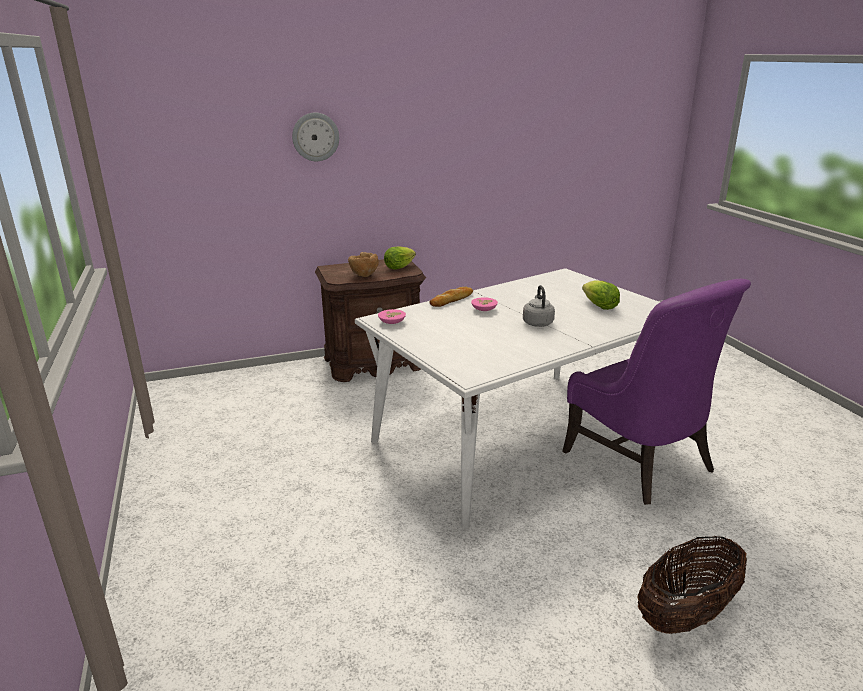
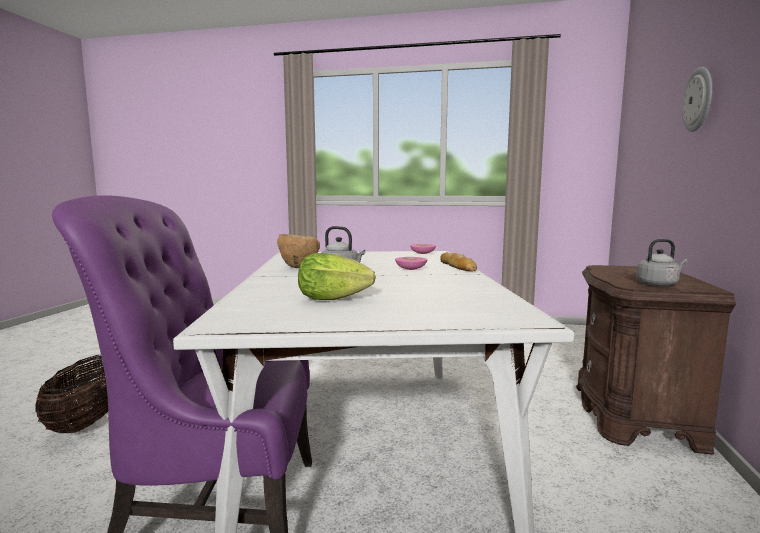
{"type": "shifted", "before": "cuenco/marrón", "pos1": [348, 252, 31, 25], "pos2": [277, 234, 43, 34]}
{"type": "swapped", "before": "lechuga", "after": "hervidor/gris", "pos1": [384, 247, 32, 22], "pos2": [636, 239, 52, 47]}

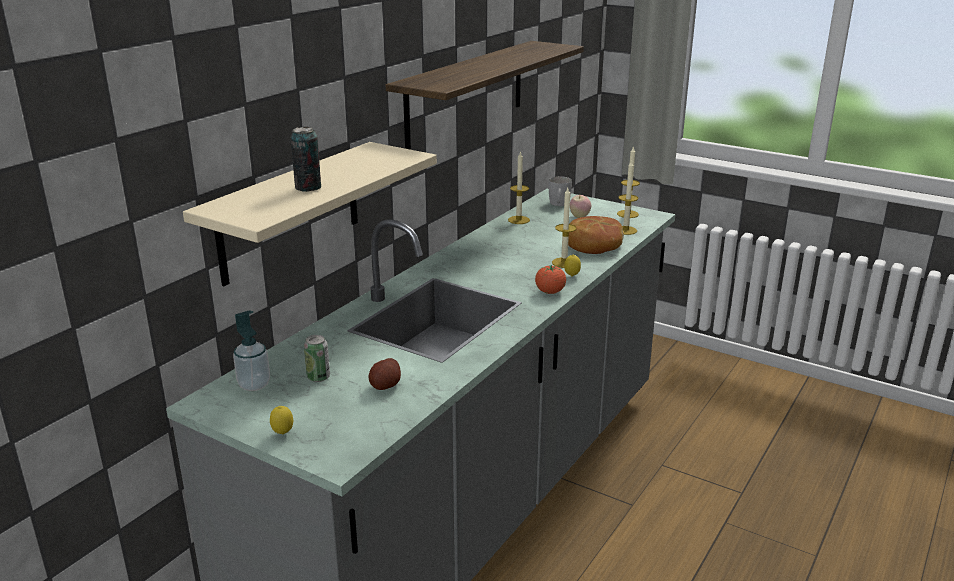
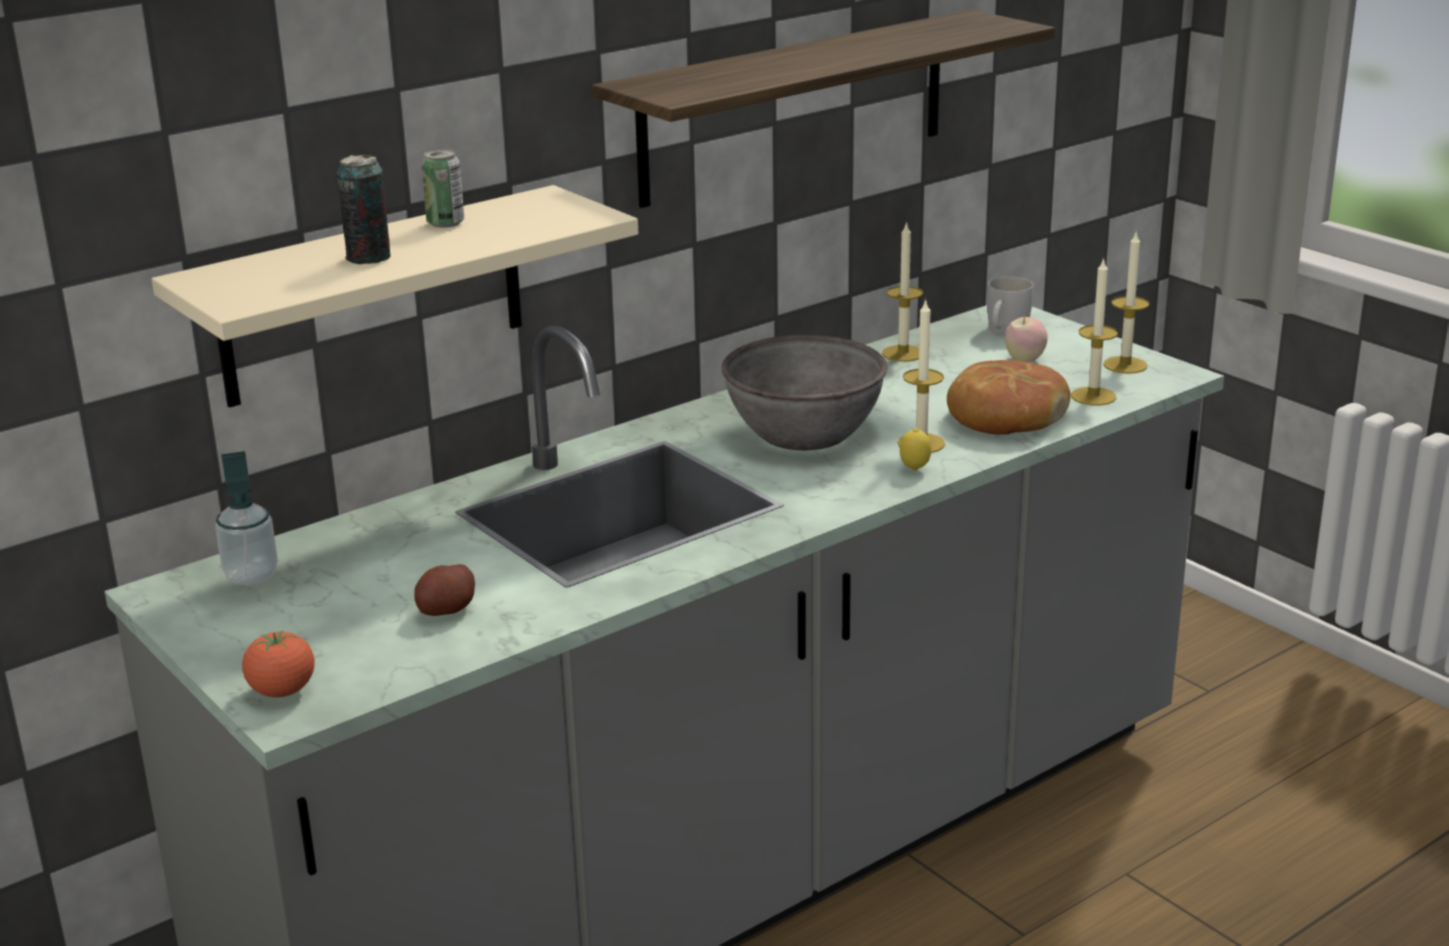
{"type": "gone", "before": "limón", "pos1": [270, 406, 23, 28]}
{"type": "shifted", "before": "lata", "pos1": [304, 335, 26, 47], "pos2": [421, 149, 43, 79]}
{"type": "shifted", "before": "tomate", "pos1": [535, 265, 31, 29], "pos2": [242, 631, 72, 66]}
{"type": "new", "after": "cuenco/gris", "pos2": [722, 335, 165, 115]}

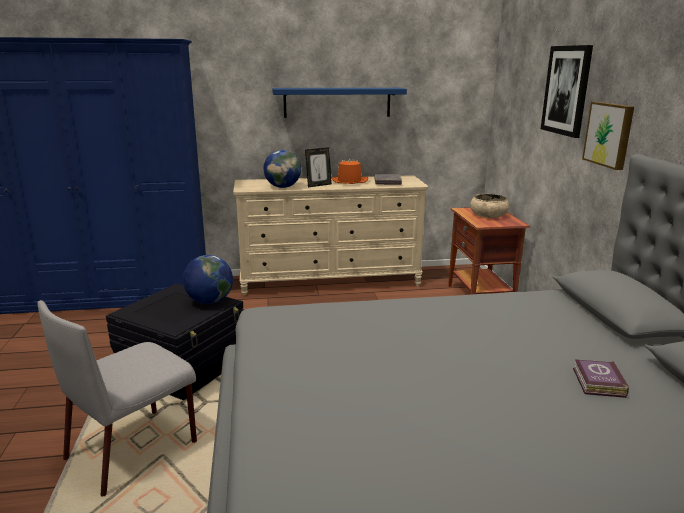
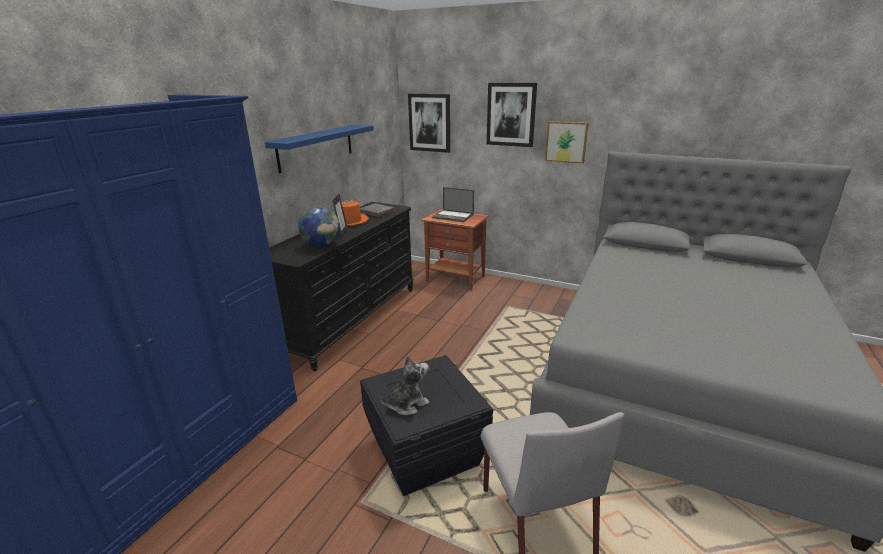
{"type": "gone", "before": "globo terráqueo", "pos1": [183, 255, 50, 49]}
{"type": "repainted", "before": "cómoda/beis", "after": "cómoda/negro", "pos1": [233, 175, 195, 121], "pos2": [269, 202, 145, 169]}
{"type": "swapped", "before": "cuenco/beis", "after": "portátil", "pos1": [470, 194, 39, 24], "pos2": [432, 187, 42, 35]}
{"type": "gone", "before": "libro", "pos1": [573, 359, 56, 39]}
{"type": "new", "after": "peluche", "pos2": [381, 355, 49, 60]}
{"type": "new", "after": "cuadro", "pos2": [408, 94, 42, 59]}

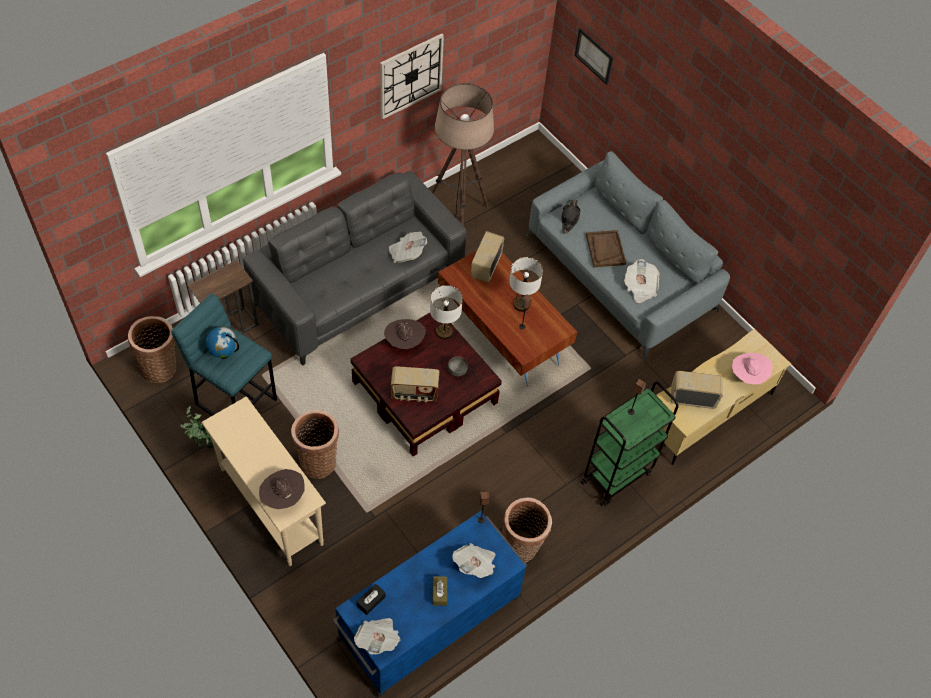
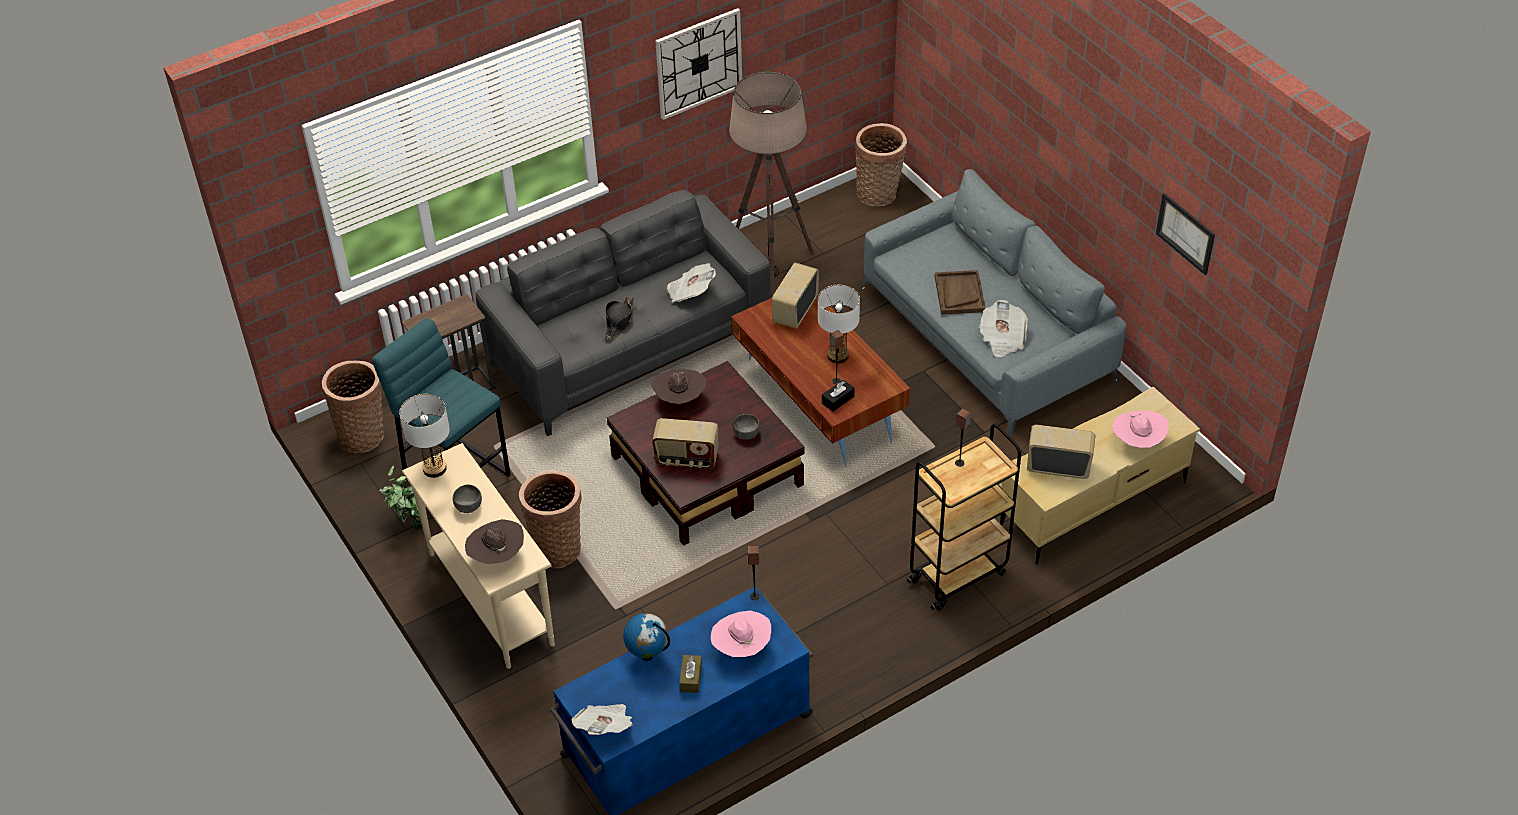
{"type": "shifted", "before": "globo terráqueo", "pos1": [206, 327, 33, 32], "pos2": [623, 613, 47, 48]}
{"type": "shifted", "before": "caja de pañuelos/negro", "pos1": [357, 584, 29, 31], "pos2": [822, 380, 33, 32]}
{"type": "shifted", "before": "lámpara de mesa", "pos1": [430, 285, 33, 54], "pos2": [399, 394, 51, 84]}
{"type": "swapped", "before": "periódico", "after": "sombrero/rosa", "pos1": [452, 543, 44, 35], "pos2": [711, 610, 60, 47]}
{"type": "shifted", "before": "cesta", "pos1": [502, 497, 50, 65], "pos2": [855, 123, 52, 84]}
{"type": "shifted", "before": "sombrero/negro", "pos1": [561, 200, 19, 34], "pos2": [604, 297, 30, 43]}
{"type": "shifted", "before": "cuadro", "pos1": [574, 28, 40, 57], "pos2": [1156, 193, 59, 82]}
{"type": "repainted", "before": "carrito/verde", "after": "carrito/marrón", "pos1": [580, 381, 99, 126], "pos2": [906, 424, 115, 187]}
{"type": "new", "after": "cuenco/gris", "pos2": [453, 485, 29, 28]}

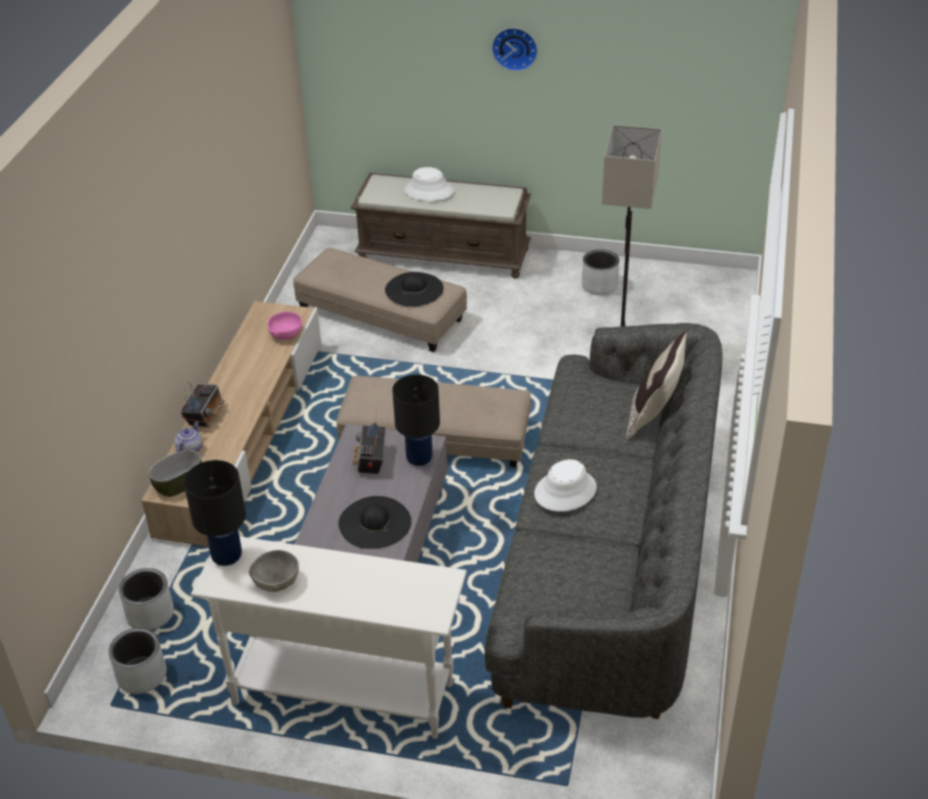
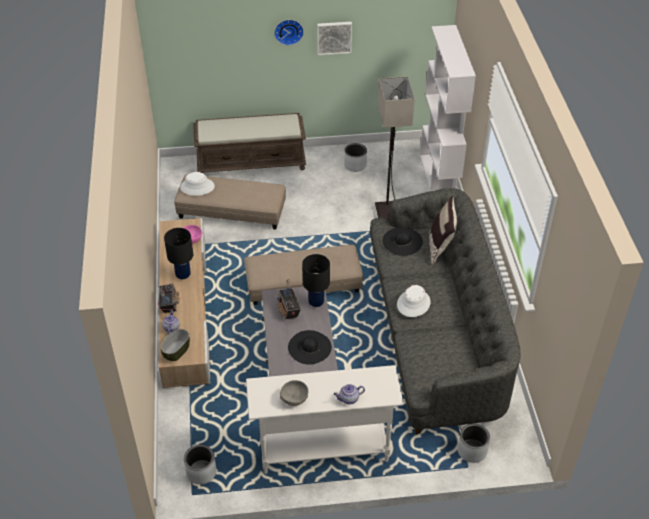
{"type": "shifted", "before": "maceta/gris", "pos1": [119, 568, 55, 62], "pos2": [457, 424, 33, 39]}
{"type": "shifted", "before": "lámpara de mesa/negro", "pos1": [184, 460, 62, 106], "pos2": [164, 228, 29, 51]}
{"type": "shifted", "before": "sombrero/negro", "pos1": [385, 272, 59, 35], "pos2": [382, 227, 41, 29]}
{"type": "shifted", "before": "sombrero/blanco", "pos1": [404, 167, 50, 34], "pos2": [180, 172, 35, 24]}
{"type": "new", "after": "cuadro", "pos2": [317, 22, 35, 33]}
{"type": "new", "after": "tetera", "pos2": [334, 384, 31, 20]}
{"type": "new", "after": "estantería/blanco", "pos2": [420, 25, 56, 166]}

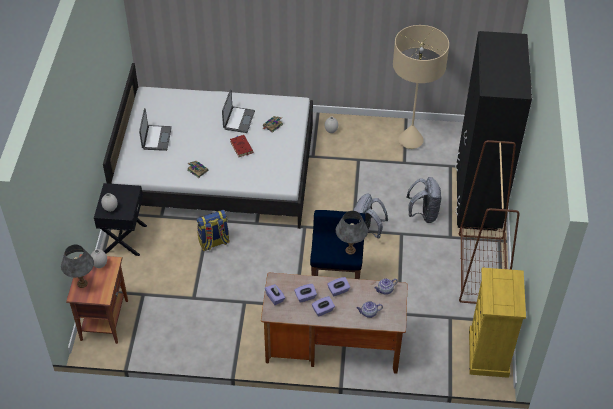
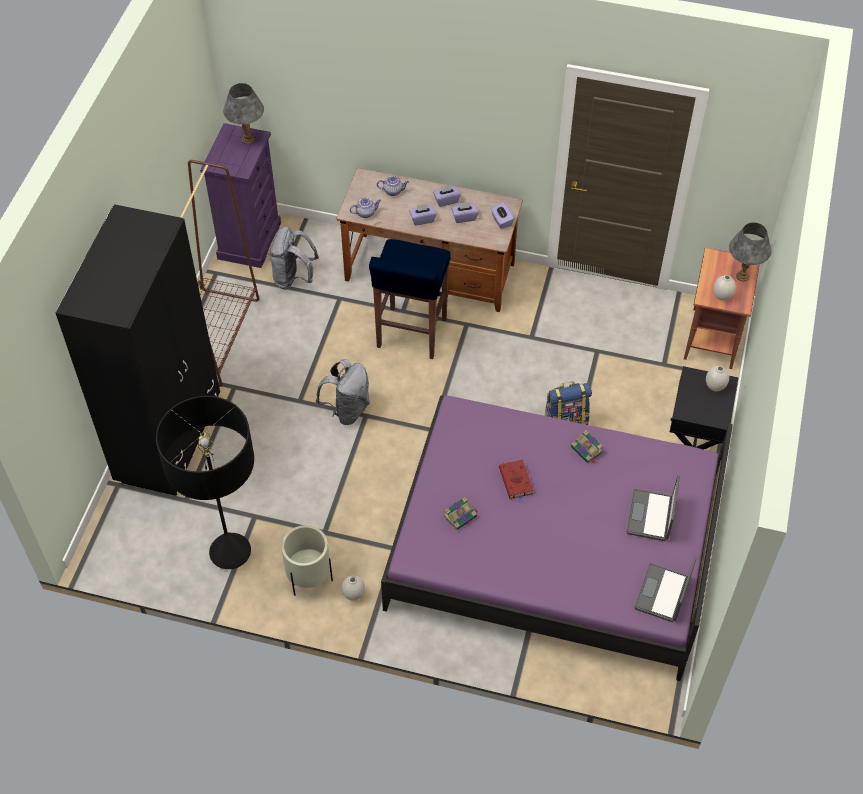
{"type": "repainted", "before": "cama/blanco", "after": "cama/morado", "pos1": [103, 63, 210, 166], "pos2": [381, 395, 352, 286]}
{"type": "shifted", "before": "portátil", "pos1": [222, 89, 33, 44], "pos2": [634, 556, 63, 66]}
{"type": "shifted", "before": "lámpara de mesa/gris", "pos1": [336, 211, 32, 44], "pos2": [223, 83, 41, 61]}
{"type": "repainted", "before": "lámpara de pie/beis", "after": "lámpara de pie/negro", "pos1": [393, 25, 56, 124], "pos2": [156, 396, 98, 173]}
{"type": "shifted", "before": "mochila/gris", "pos1": [407, 177, 35, 46], "pos2": [269, 226, 50, 63]}
{"type": "repainted", "before": "cómoda/amarillo", "after": "cómoda/morado", "pos1": [469, 268, 57, 110], "pos2": [200, 123, 81, 145]}
{"type": "new", "after": "maceta/beis", "pos2": [281, 525, 52, 71]}

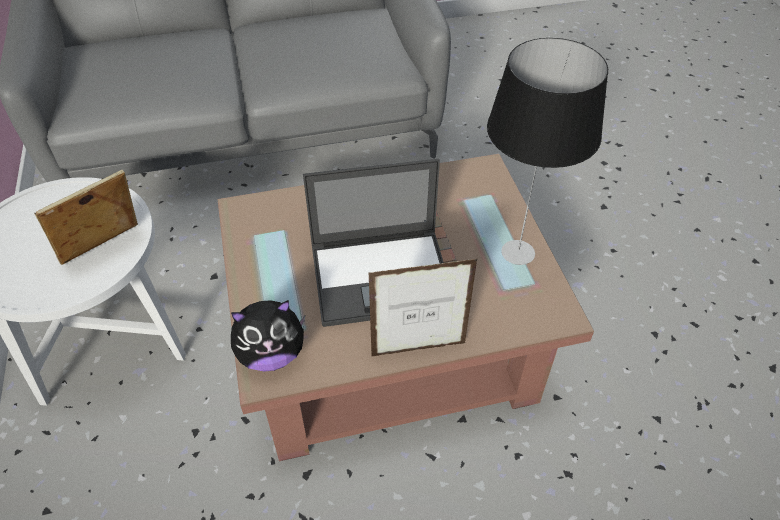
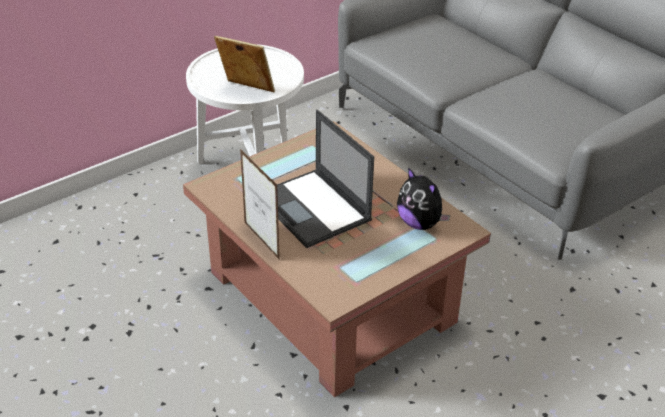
{"type": "shifted", "before": "peluche", "pos1": [231, 300, 75, 72], "pos2": [397, 167, 53, 63]}
{"type": "gone", "before": "lámpara de mesa", "pos1": [487, 38, 121, 227]}

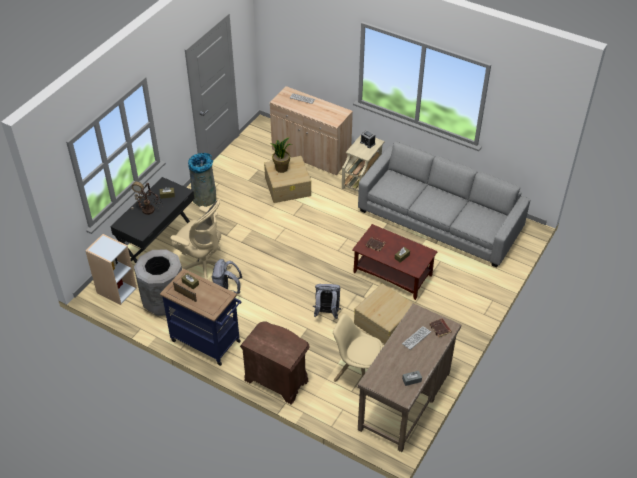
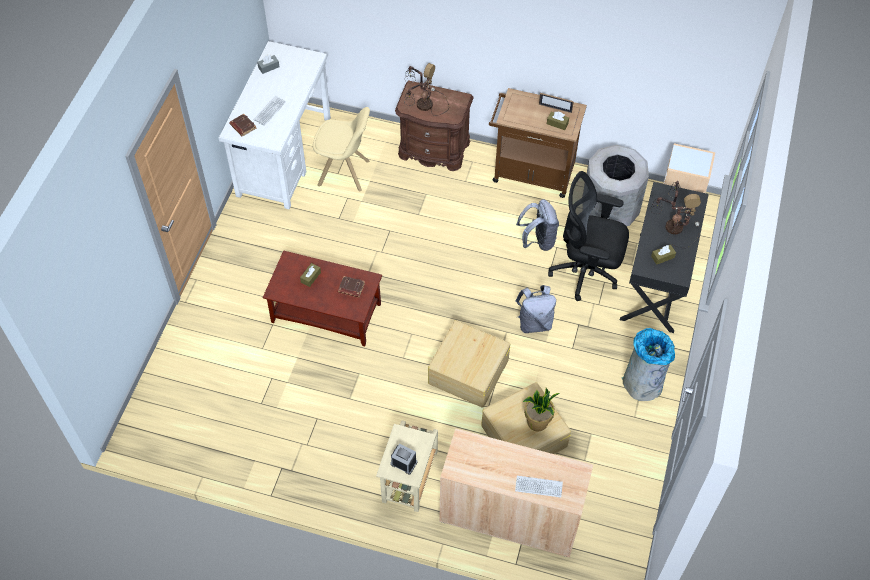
{"type": "repainted", "before": "carrito/azul", "after": "carrito/marrón", "pos1": [160, 268, 82, 98], "pos2": [489, 88, 98, 110]}
{"type": "repainted", "before": "silla de oficina/beis", "after": "silla de oficina/negro", "pos1": [170, 199, 62, 81], "pos2": [548, 171, 81, 130]}
{"type": "shifted", "before": "mochila/gris", "pos1": [313, 284, 28, 35], "pos2": [516, 285, 40, 48]}
{"type": "shifted", "before": "caja de almacenaje/beis", "pos1": [354, 283, 59, 61], "pos2": [428, 320, 83, 88]}
{"type": "repainted", "before": "escritorio/marrón", "after": "escritorio/blanco", "pos1": [357, 303, 104, 149], "pos2": [219, 41, 112, 168]}
{"type": "gone", "before": "sofá/gris", "pos1": [358, 142, 172, 126]}
{"type": "new", "after": "lámpara de mesa", "pos2": [404, 63, 45, 53]}

